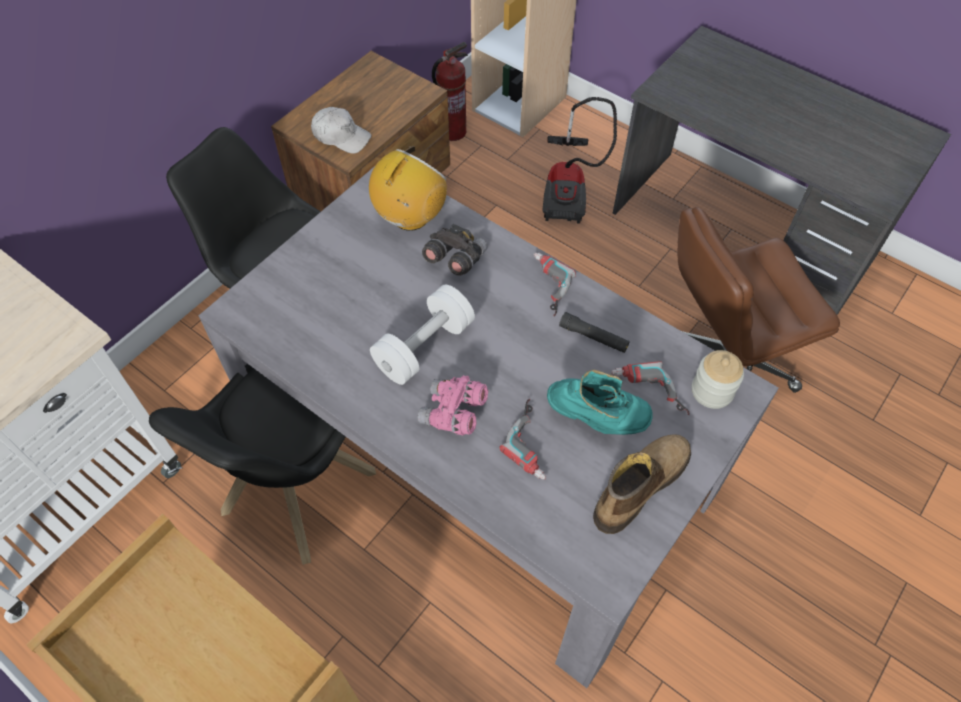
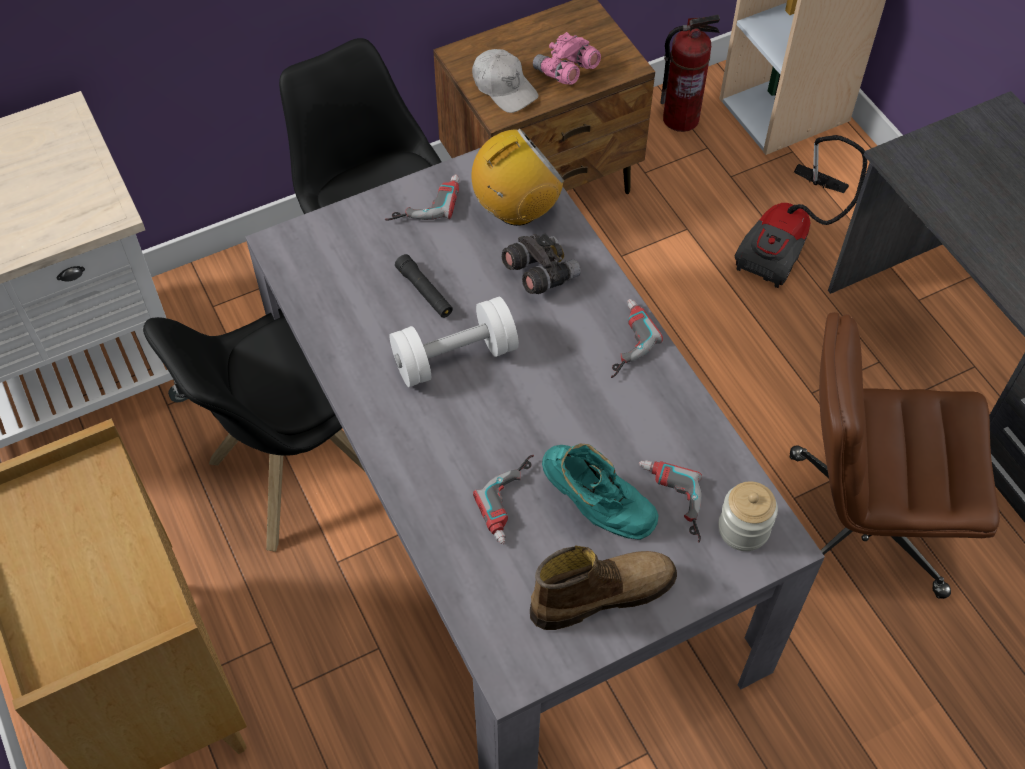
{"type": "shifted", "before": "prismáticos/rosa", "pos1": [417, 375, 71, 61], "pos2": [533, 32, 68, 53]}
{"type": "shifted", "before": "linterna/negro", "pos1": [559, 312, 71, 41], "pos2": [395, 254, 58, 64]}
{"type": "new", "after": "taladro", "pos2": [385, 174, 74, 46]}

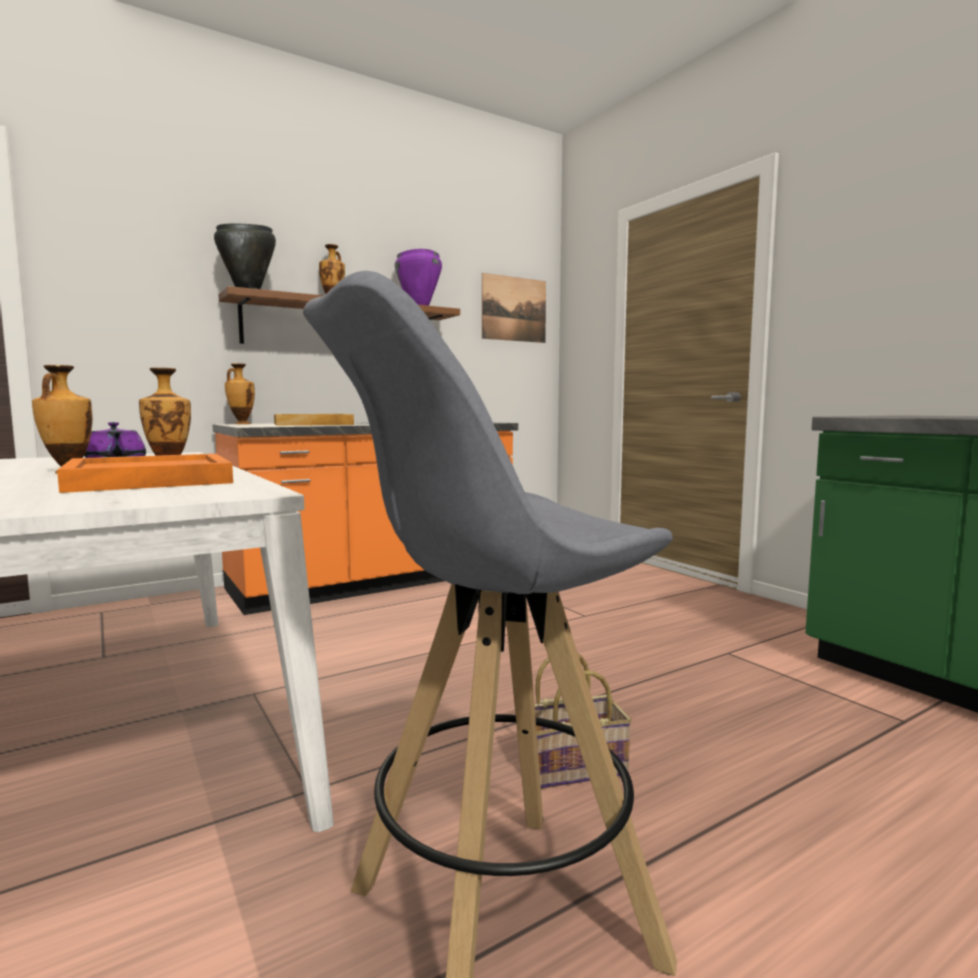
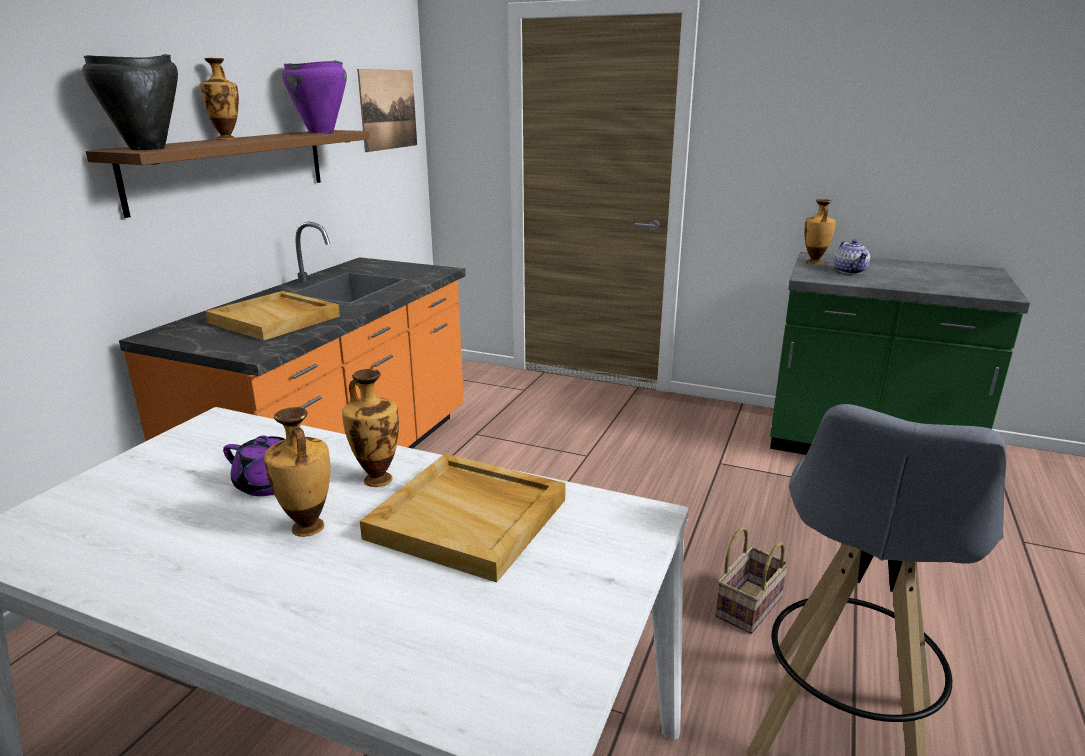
{"type": "repainted", "before": "bandeja/naranja", "after": "bandeja/beis", "pos1": [57, 454, 176, 39], "pos2": [360, 454, 206, 129]}
{"type": "shifted", "before": "florero", "pos1": [225, 363, 30, 61], "pos2": [804, 199, 32, 65]}
{"type": "new", "after": "tetera", "pos2": [834, 239, 36, 35]}

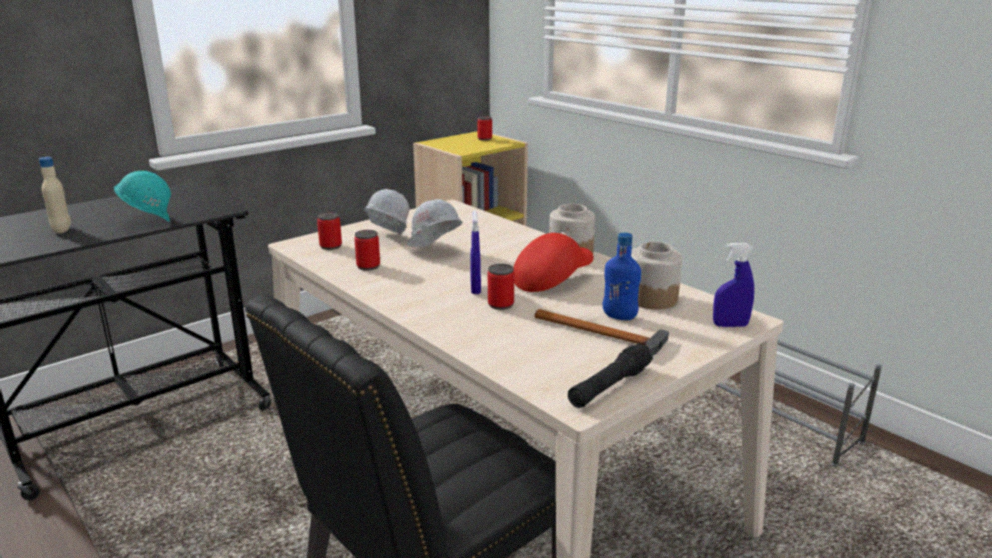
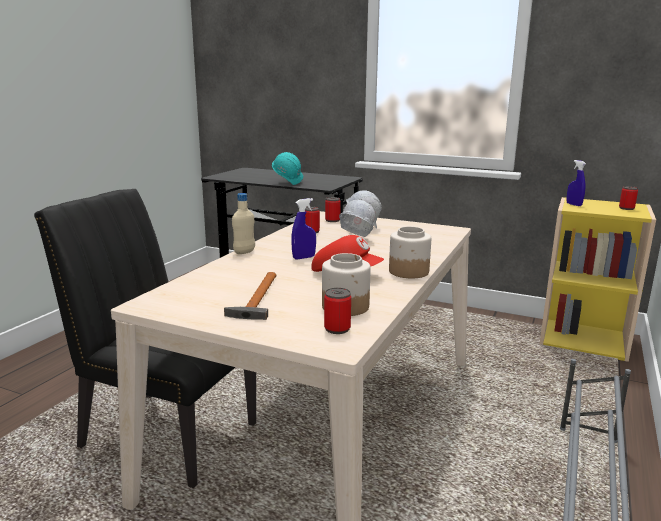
{"type": "shifted", "before": "botella/beis", "pos1": [39, 157, 32, 77], "pos2": [232, 193, 23, 61]}
{"type": "shifted", "before": "lata", "pos1": [488, 264, 26, 46], "pos2": [324, 288, 27, 46]}
{"type": "gone", "before": "linterna/negro", "pos1": [568, 343, 85, 65]}
{"type": "gone", "before": "botella/azul", "pos1": [603, 233, 38, 87]}
{"type": "shifted", "before": "pulverizador/azul", "pos1": [713, 243, 41, 84], "pos2": [566, 160, 20, 46]}

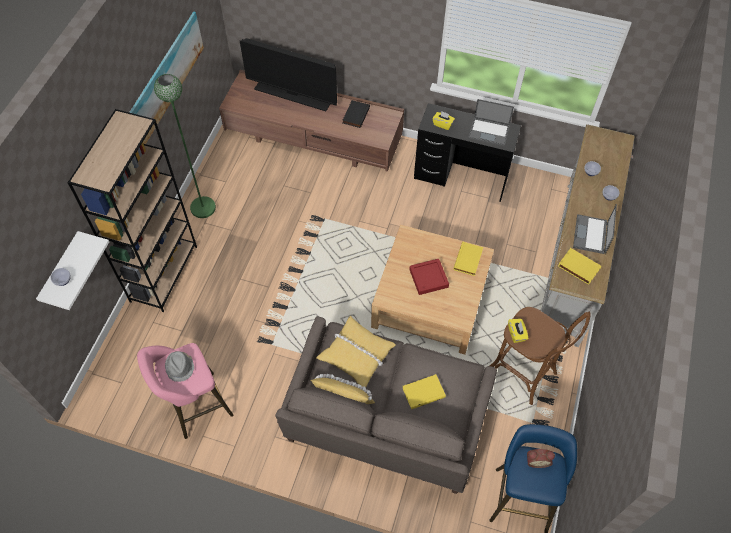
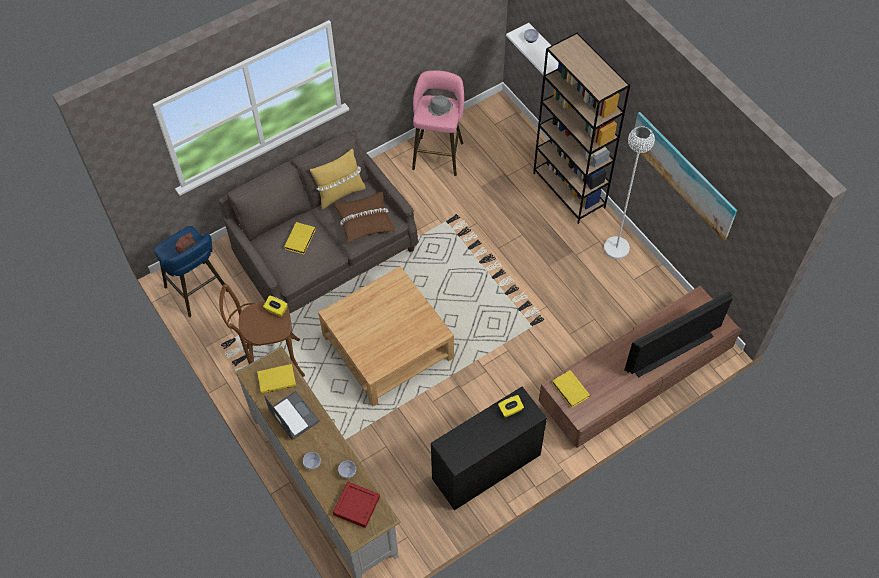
{"type": "repainted", "before": "lámpara de pie/verde", "after": "lámpara de pie/blanco", "pos1": [154, 74, 62, 144], "pos2": [604, 126, 51, 133]}
{"type": "repainted", "before": "cojín/amarillo", "after": "cojín/marrón", "pos1": [316, 316, 80, 71], "pos2": [334, 192, 61, 51]}
{"type": "gone", "before": "libro/negro", "pos1": [342, 100, 28, 28]}
{"type": "shifted", "before": "bandeja/rojo", "pos1": [409, 259, 40, 36], "pos2": [333, 482, 47, 46]}
{"type": "shifted", "before": "libro/amarillo", "pos1": [453, 242, 30, 34], "pos2": [552, 370, 38, 38]}
{"type": "gone", "before": "portátil", "pos1": [468, 99, 46, 47]}

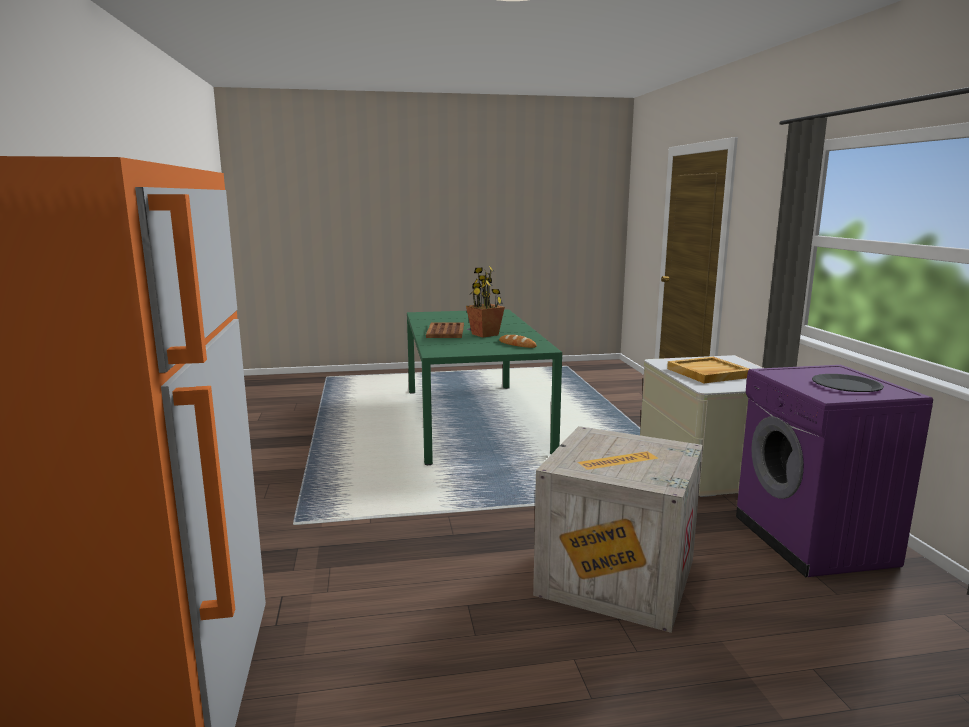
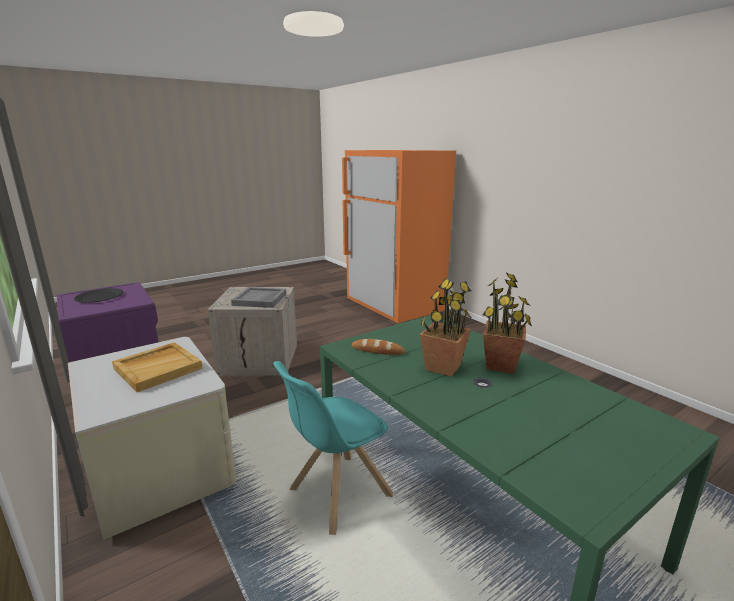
{"type": "swapped", "before": "bandeja/marrón", "after": "planta en maceta", "pos1": [426, 323, 38, 15], "pos2": [482, 273, 50, 101]}
{"type": "new", "after": "bandeja/gris", "pos2": [231, 287, 55, 21]}
{"type": "new", "after": "silla/turquesa", "pos2": [273, 361, 120, 174]}

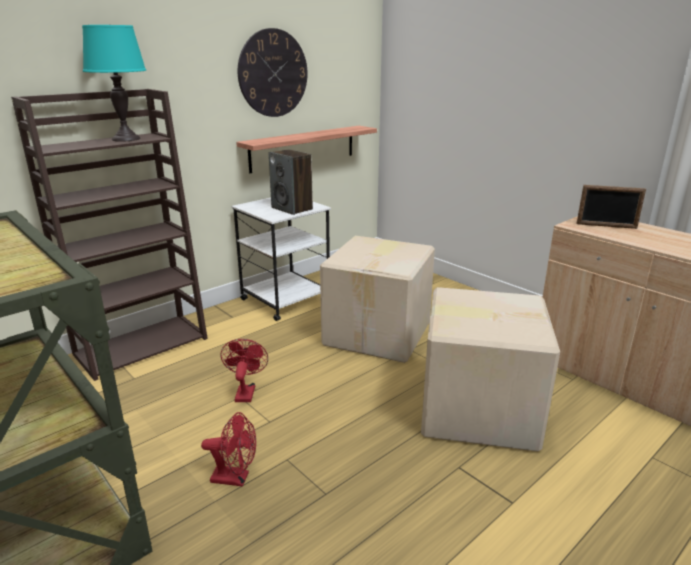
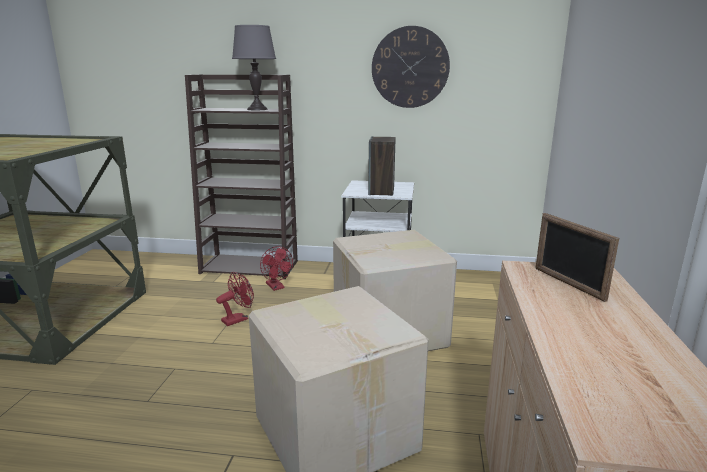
{"type": "repainted", "before": "lámpara de mesa/turquesa", "after": "lámpara de mesa/gris", "pos1": [82, 25, 64, 117], "pos2": [232, 25, 44, 85]}
{"type": "shifted", "before": "ventilador/rojo", "pos1": [201, 412, 55, 75], "pos2": [260, 246, 33, 45]}
{"type": "gone", "before": "estante", "pos1": [236, 126, 141, 47]}

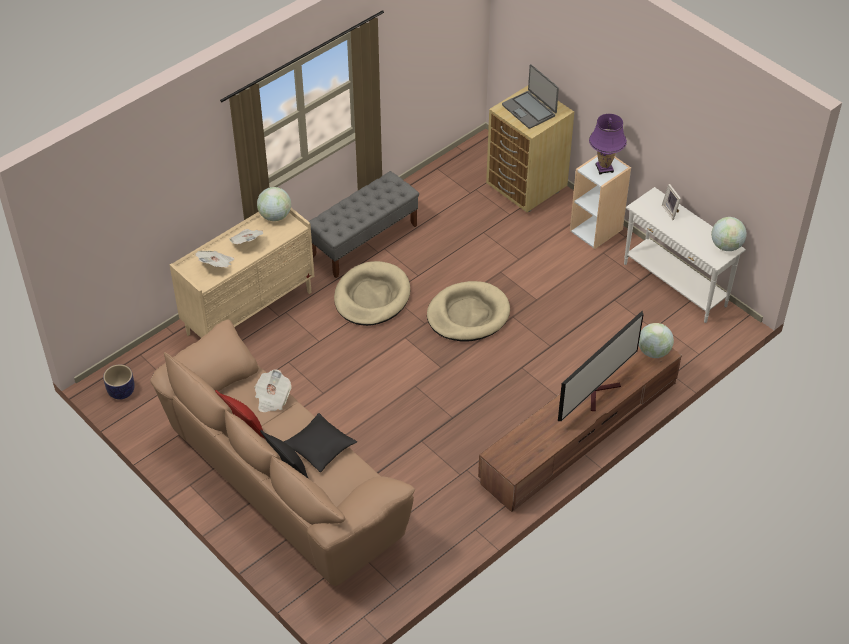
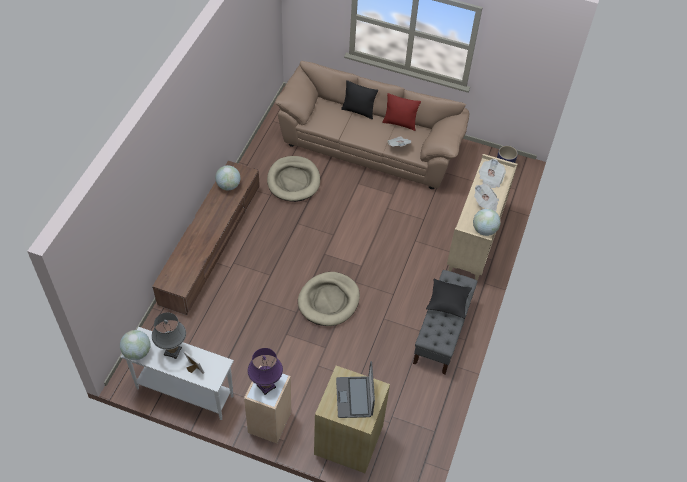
{"type": "shifted", "before": "cojín/negro", "pos1": [284, 413, 73, 59], "pos2": [426, 279, 46, 40]}
{"type": "shifted", "before": "cama para perro/beis", "pos1": [334, 261, 76, 65], "pos2": [267, 156, 53, 46]}
{"type": "rotated", "before": "portátil", "pos1": [502, 64, 57, 65], "pos2": [336, 361, 39, 57], "turn": -120}
{"type": "gone", "before": "televisor", "pos1": [558, 311, 86, 110]}
{"type": "shifted", "before": "globo terráqueo", "pos1": [639, 323, 35, 35], "pos2": [215, 165, 26, 26]}
{"type": "new", "after": "lámpara de mesa/gris", "pos2": [152, 313, 34, 46]}

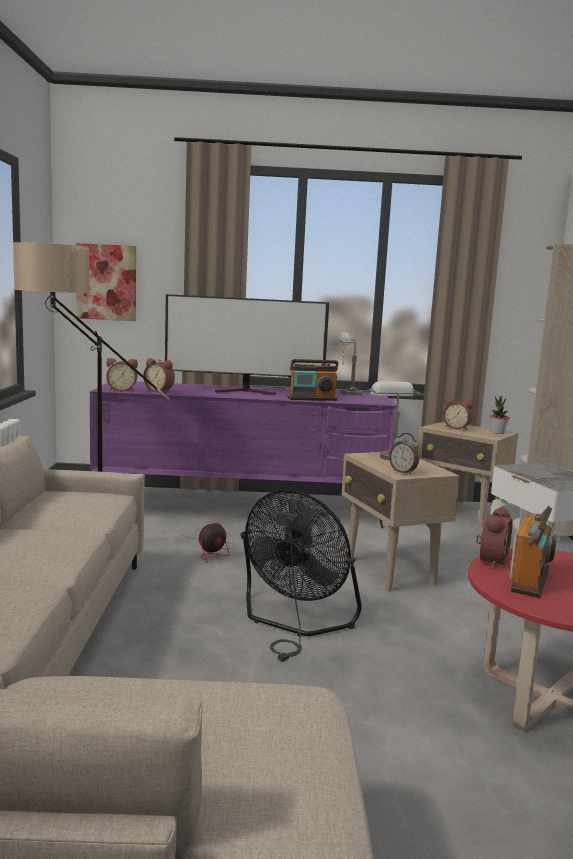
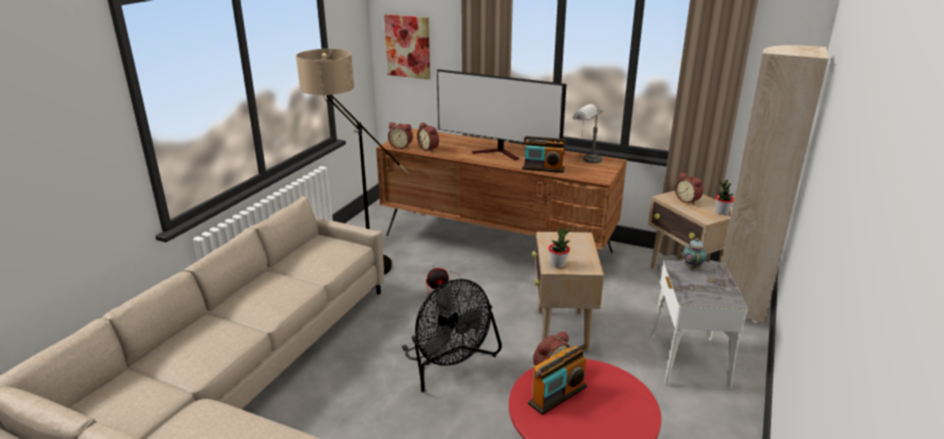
{"type": "repainted", "before": "mueble de televisión/morado", "after": "mueble de televisión/marrón", "pos1": [90, 381, 307, 147], "pos2": [376, 128, 251, 125]}
{"type": "rotated", "before": "ventilador/negro", "pos1": [240, 490, 122, 172], "pos2": [402, 279, 100, 113], "turn": 90}
{"type": "gone", "before": "lámpara de mesa/gris", "pos1": [368, 381, 53, 79]}
{"type": "swapped", "before": "despertador", "after": "planta en maceta", "pos1": [389, 433, 30, 42], "pos2": [548, 227, 23, 41]}
{"type": "new", "after": "tetera", "pos2": [682, 238, 25, 31]}

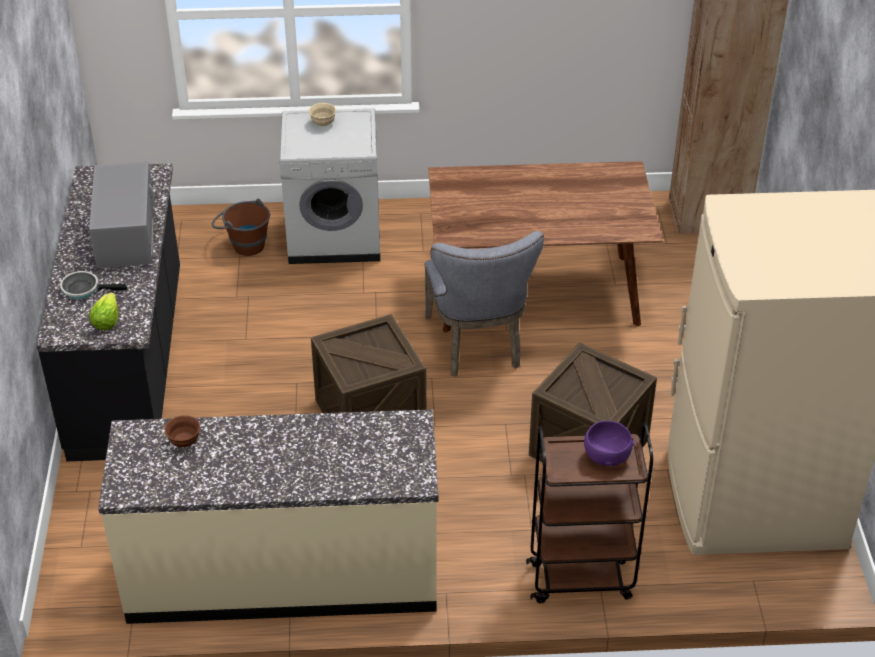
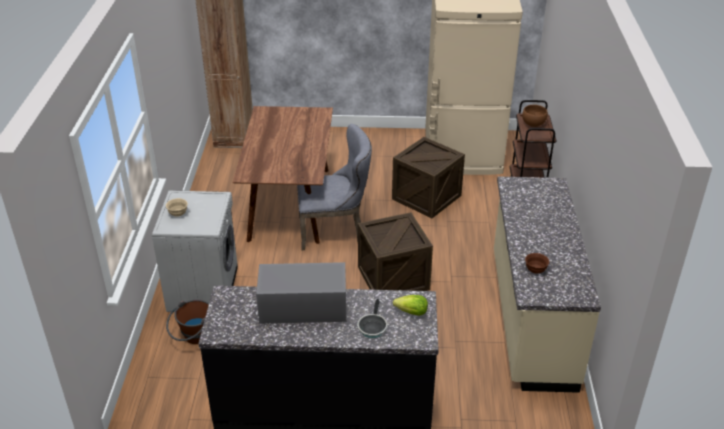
{"type": "repainted", "before": "cuenco/morado", "after": "cuenco/marrón", "pos1": [584, 421, 51, 45], "pos2": [522, 105, 26, 22]}

